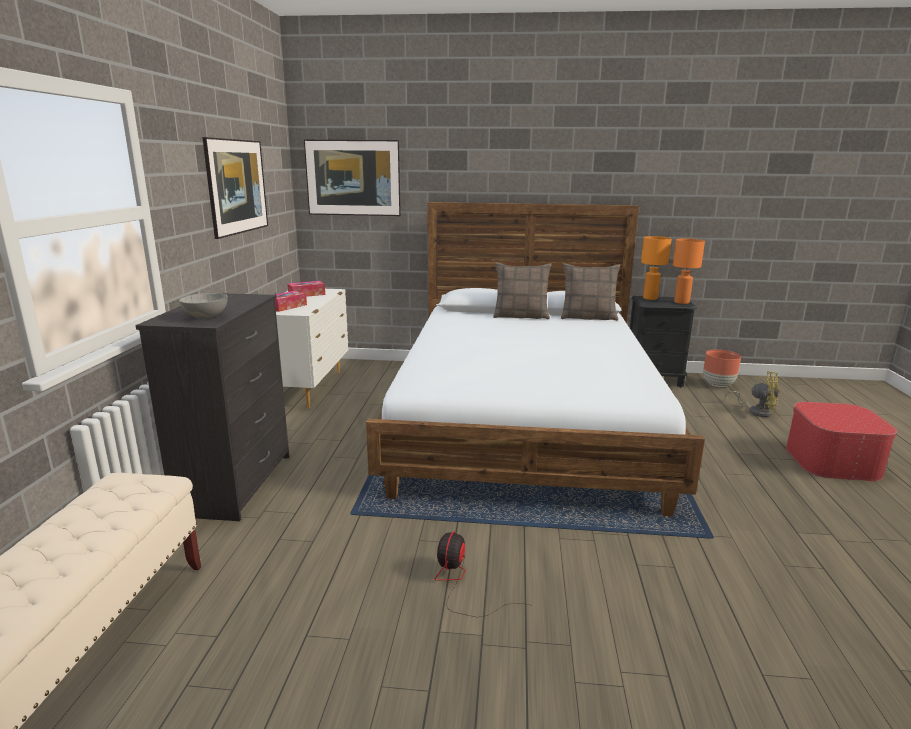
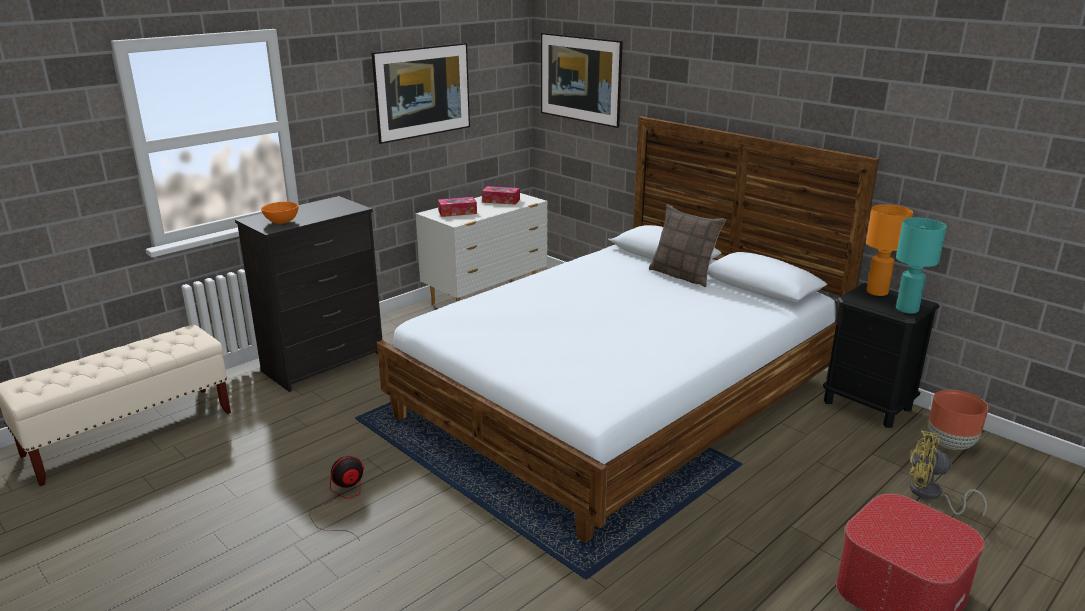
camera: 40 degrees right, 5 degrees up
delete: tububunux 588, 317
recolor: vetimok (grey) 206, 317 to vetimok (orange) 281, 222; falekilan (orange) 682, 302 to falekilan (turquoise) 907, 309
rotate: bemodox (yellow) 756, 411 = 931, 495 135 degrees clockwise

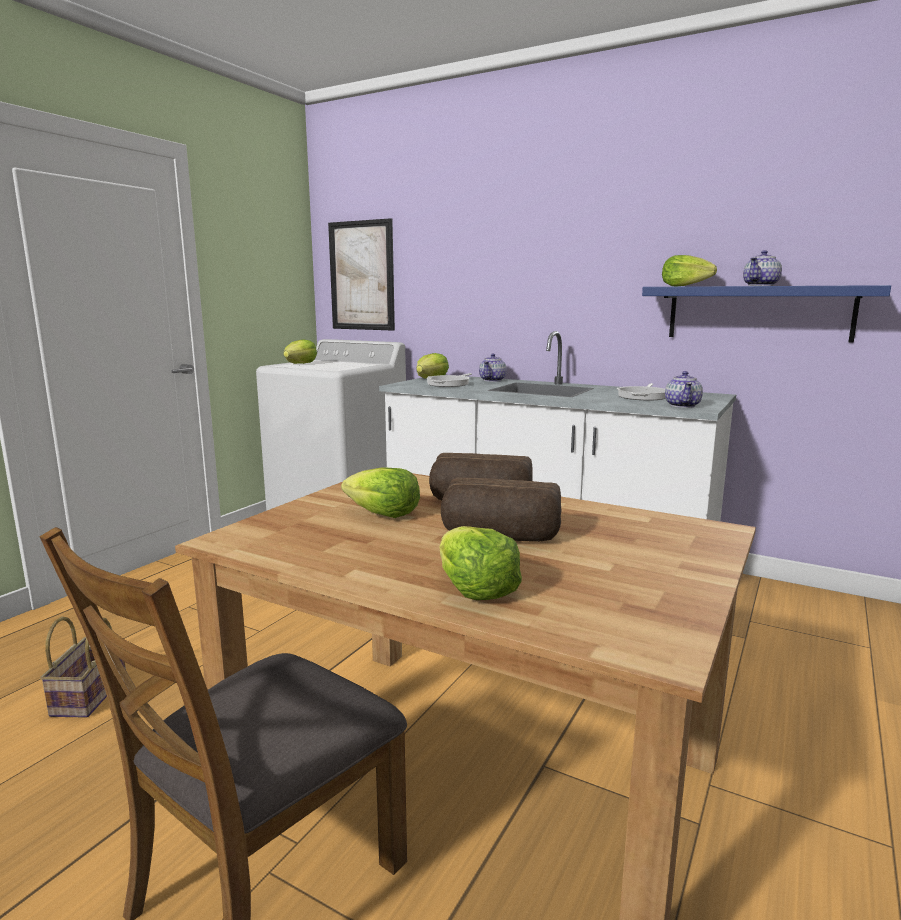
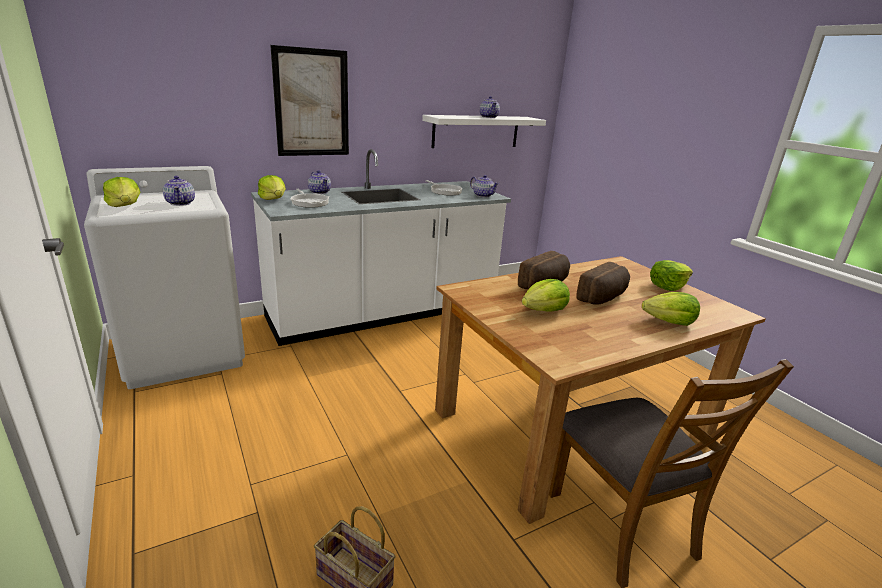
camera: 60 degrees left, 10 degrees up
insert: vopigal 181, 203
move: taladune 362, 276 to 312, 103; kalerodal 685, 286 to 667, 286
recolor: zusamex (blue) 758, 313 to zusamex (white) 476, 131

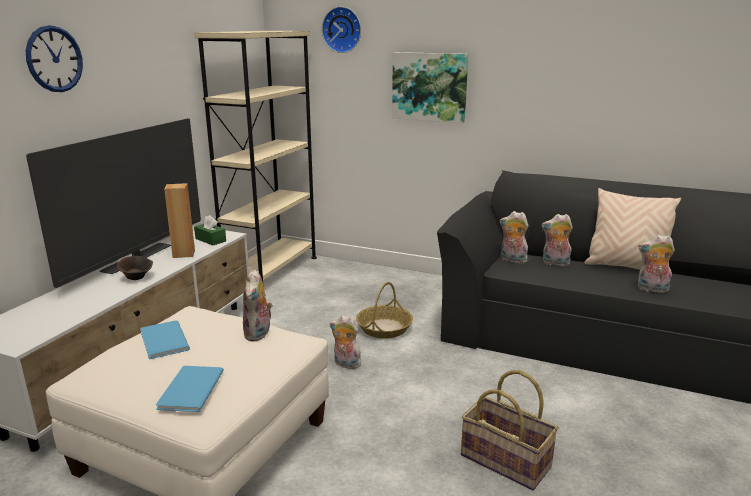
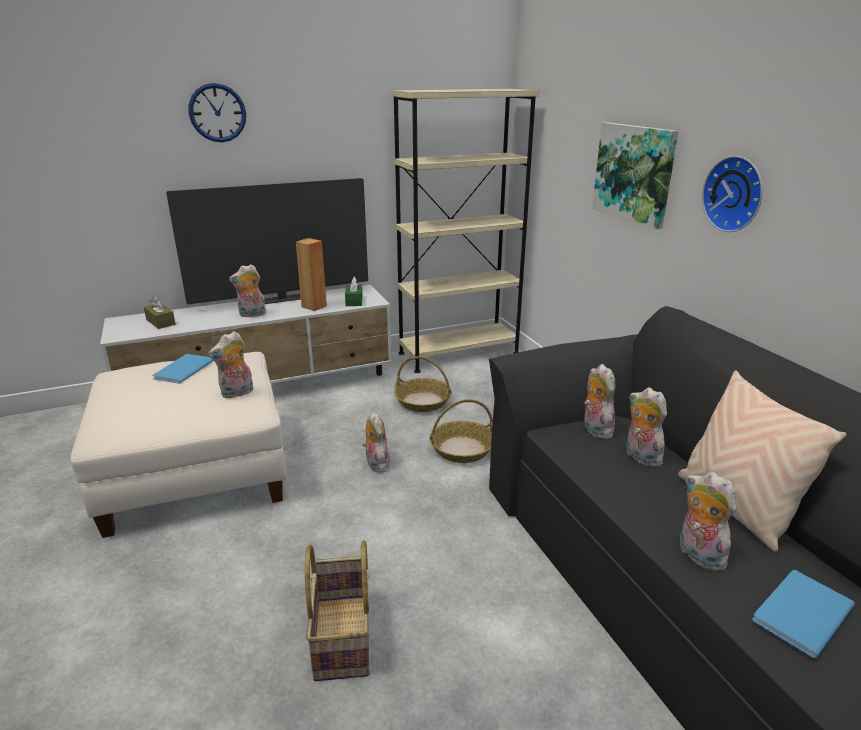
camera: 45 degrees right, 5 degrees up
insert: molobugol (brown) 160, 322; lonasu 423, 401
move: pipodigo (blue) 188, 390 to 798, 613; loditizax 342, 29 to 735, 194
replace: vetimok (brown) 137, 278 to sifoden 252, 315

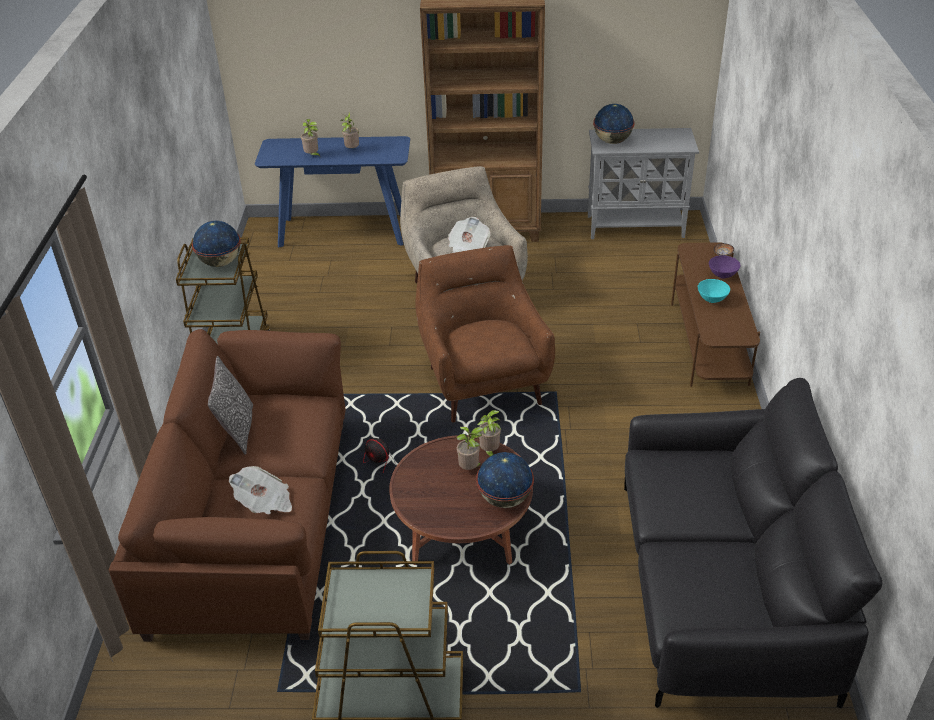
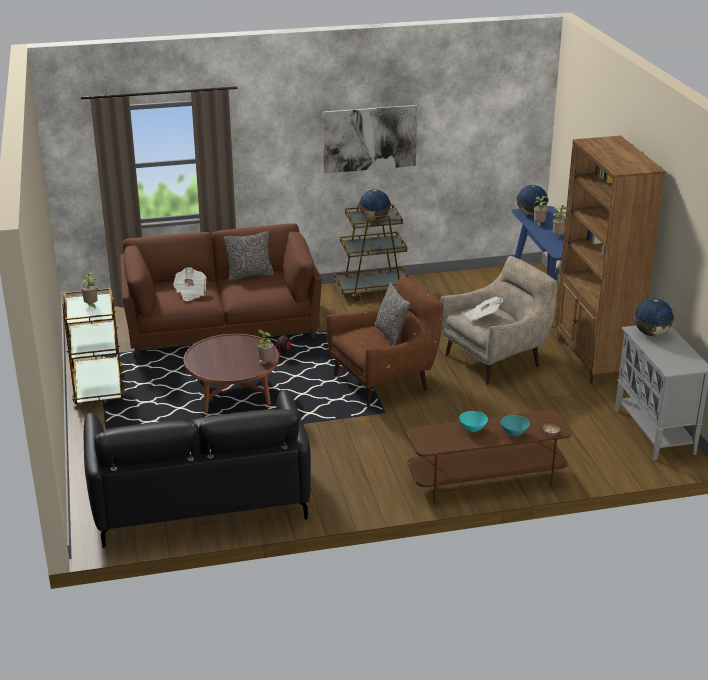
camera: 75 degrees right, 10 degrees down
insert: taladune 369, 138; tububunux 390, 335
move: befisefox 470, 468 to 91, 306; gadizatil 504, 499 to 531, 214
recolor: vetimok (purple) 722, 276 to vetimok (turquoise) 514, 433

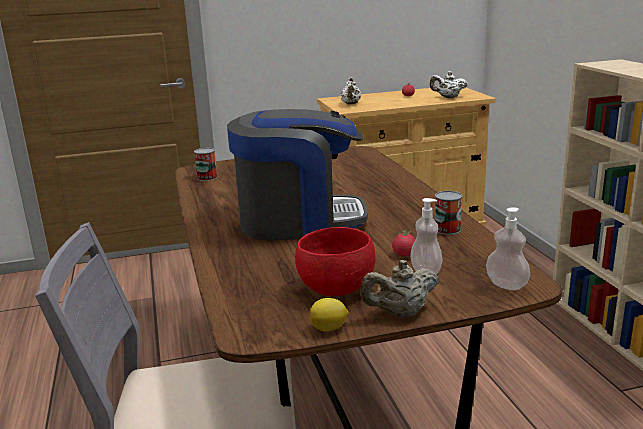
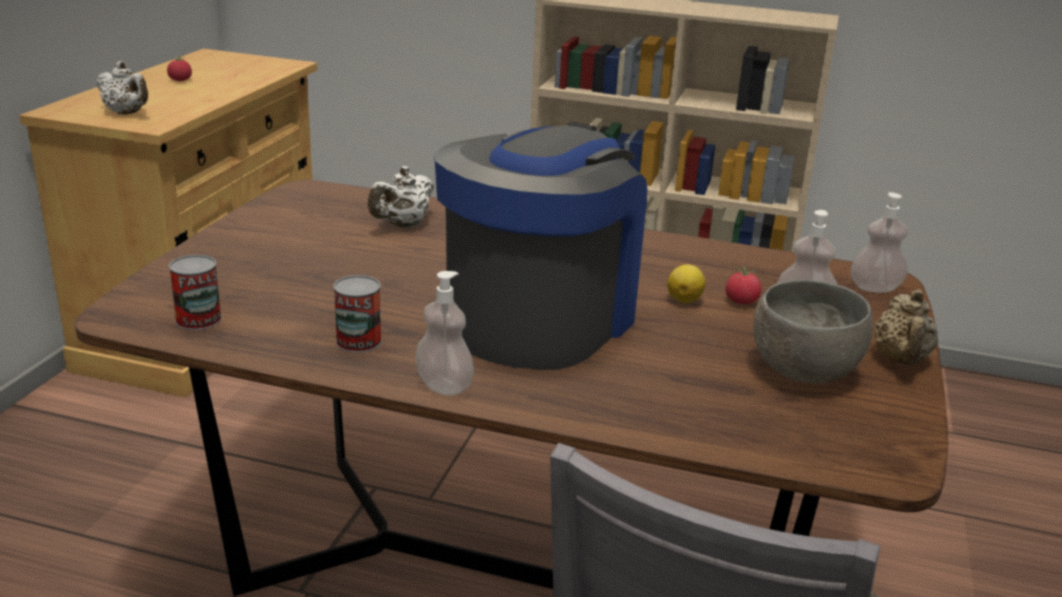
camera: 60 degrees left, 5 degrees up
insert: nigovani 444, 386
move: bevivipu 329, 328 to 685, 299; vopigal (white) 448, 97 to 402, 225; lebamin 447, 229 to 358, 341
recolor: vetimok (red) 336, 289 to vetimok (grey) 802, 371

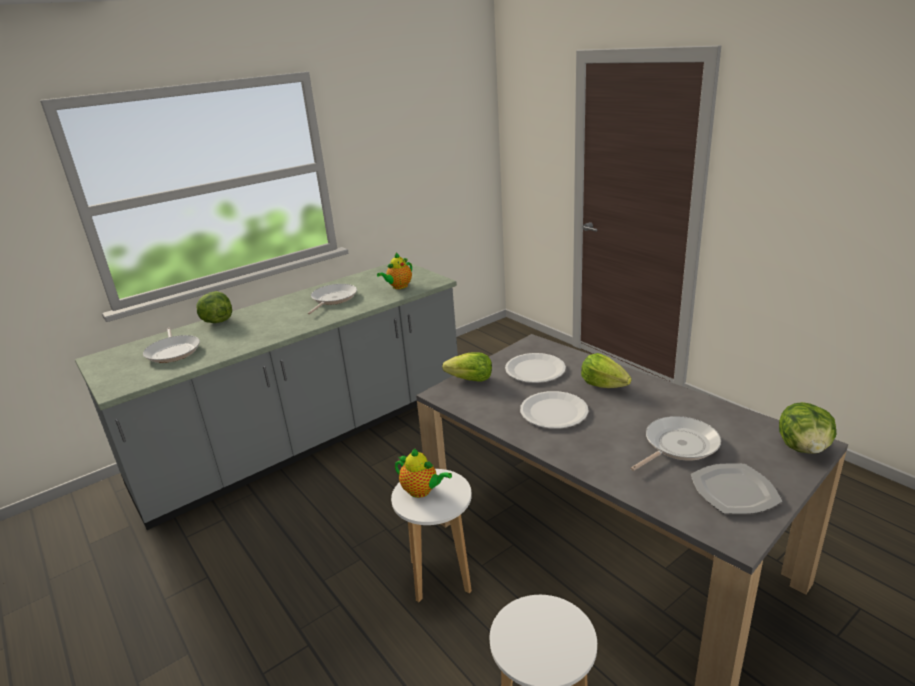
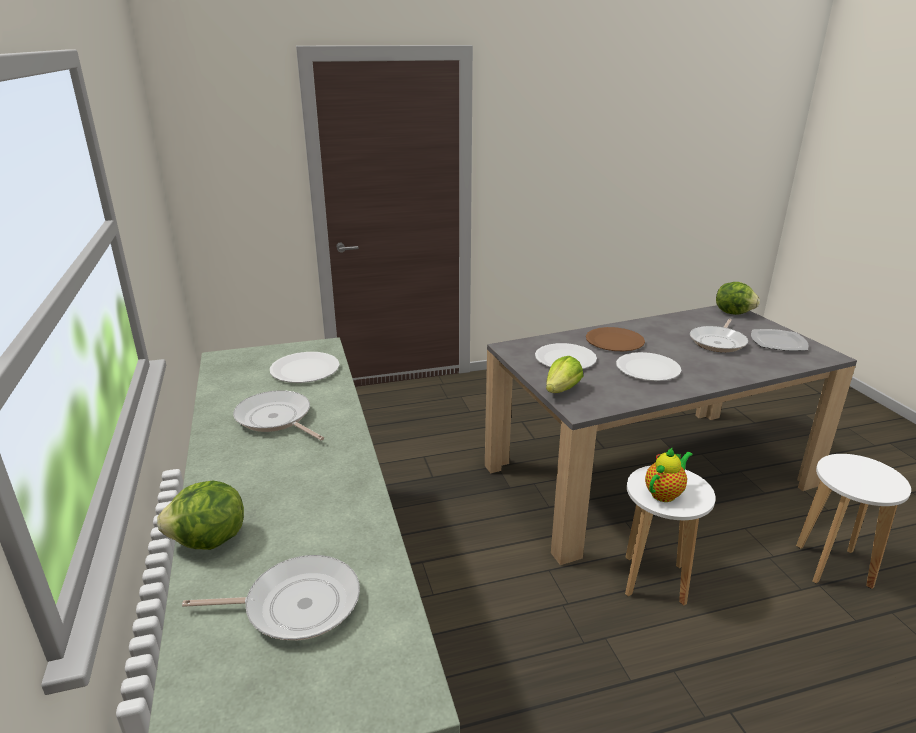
camera: 70 degrees left, 0 degrees up
replace: vopigal 398, 287 to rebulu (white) 304, 369; kalerodal 603, 385 to rebulu (brown) 614, 341
rotate: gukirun 678, 445 = 718, 342 135 degrees counterclockwise

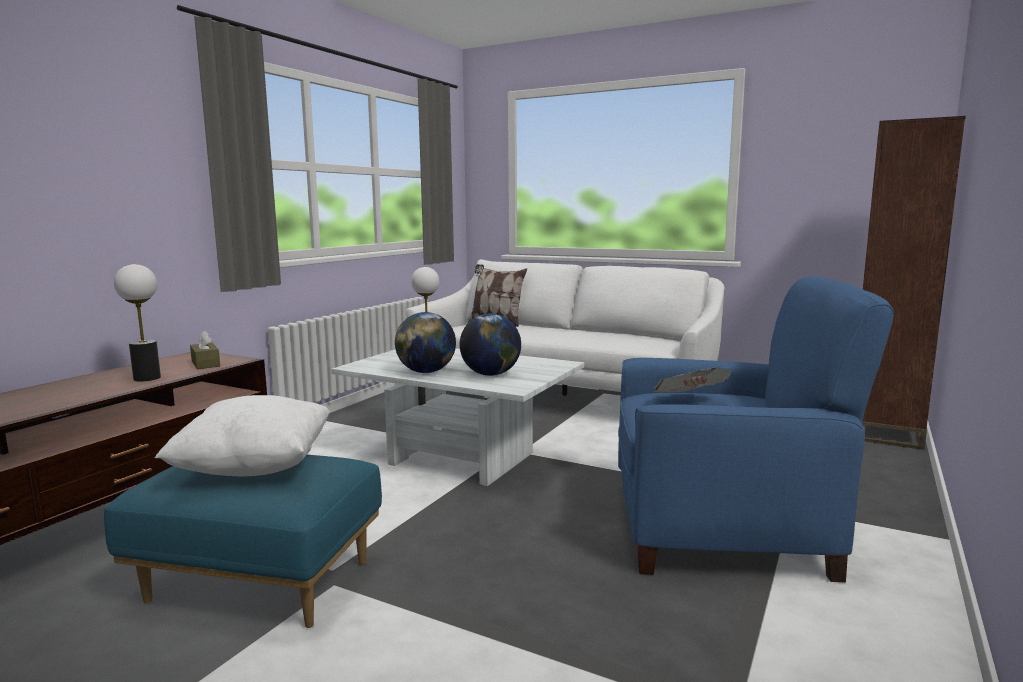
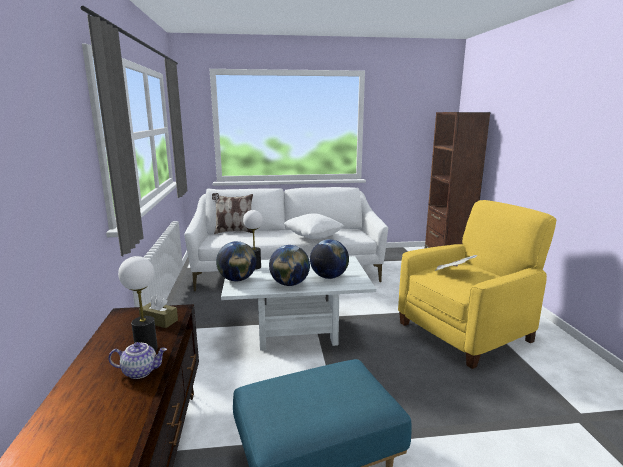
camera: 35 degrees left, 5 degrees up
insert: vopigal 141, 371; gadizatil 237, 279
move: tububunux (white) 255, 467 to 313, 237
recolor: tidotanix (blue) 722, 529 to tidotanix (yellow) 465, 331

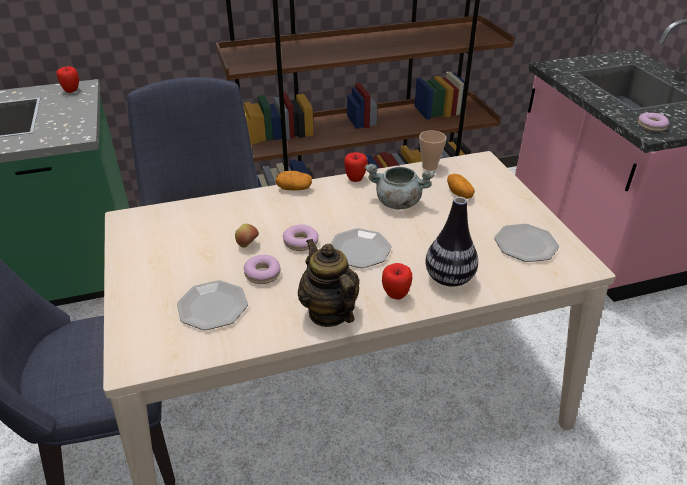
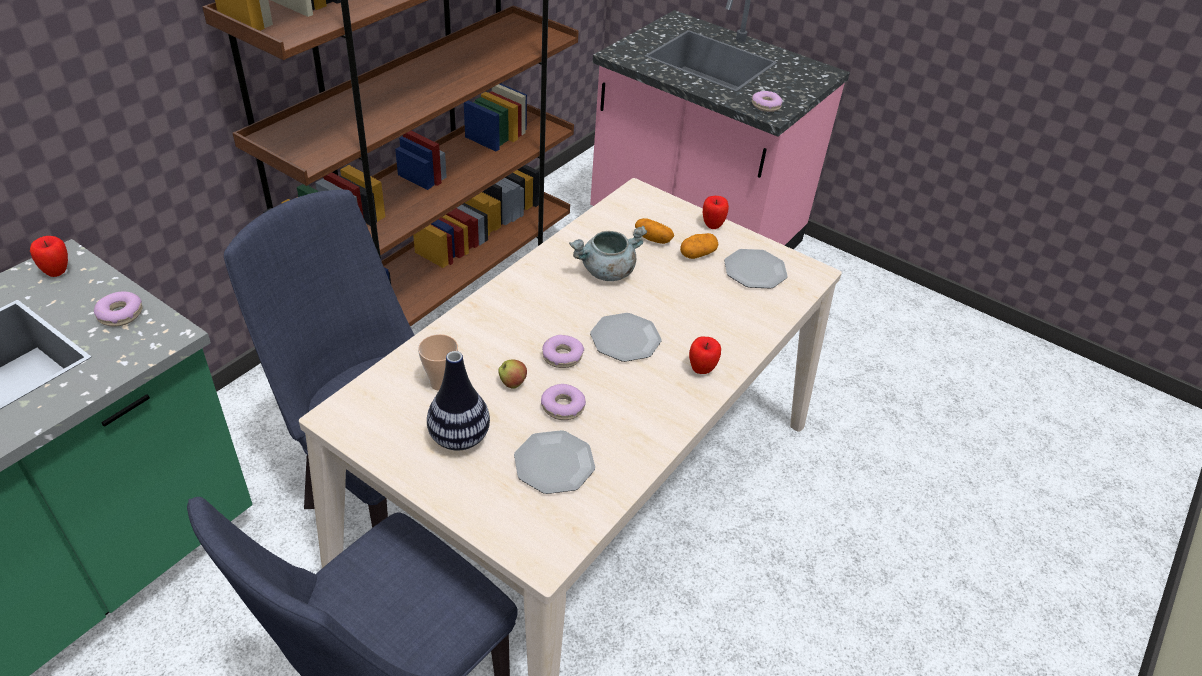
camera: 40 degrees left, 5 degrees up
delete: vopigal 329, 312
insert: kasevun 120, 314
move: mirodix 294, 188 to 697, 254; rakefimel 355, 179 to 712, 225; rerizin 429, 166 to 441, 383; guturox 449, 278 to 459, 437

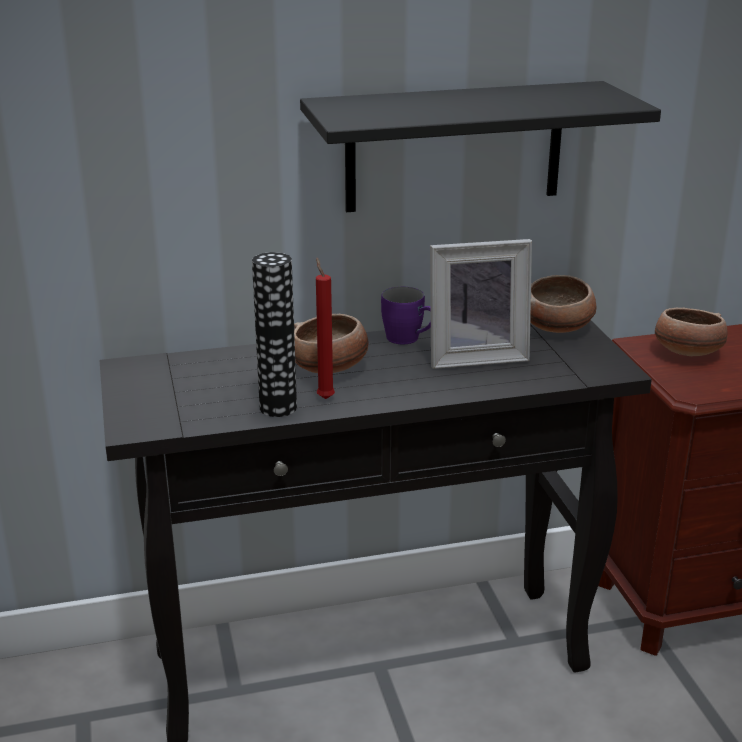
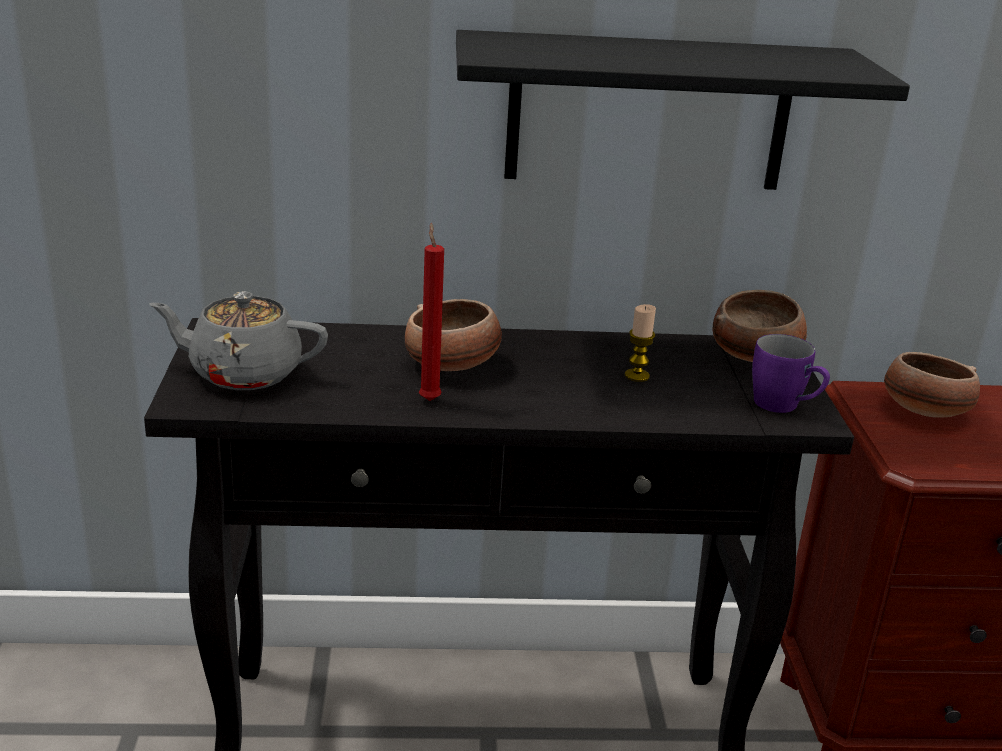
camera: 10 degrees right, 0 degrees up
delete: guturox 278, 408
insert: vopigal (grey) 243, 373
move: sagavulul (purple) 409, 339 to 785, 407
replace: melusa 475, 356 to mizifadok 637, 376

